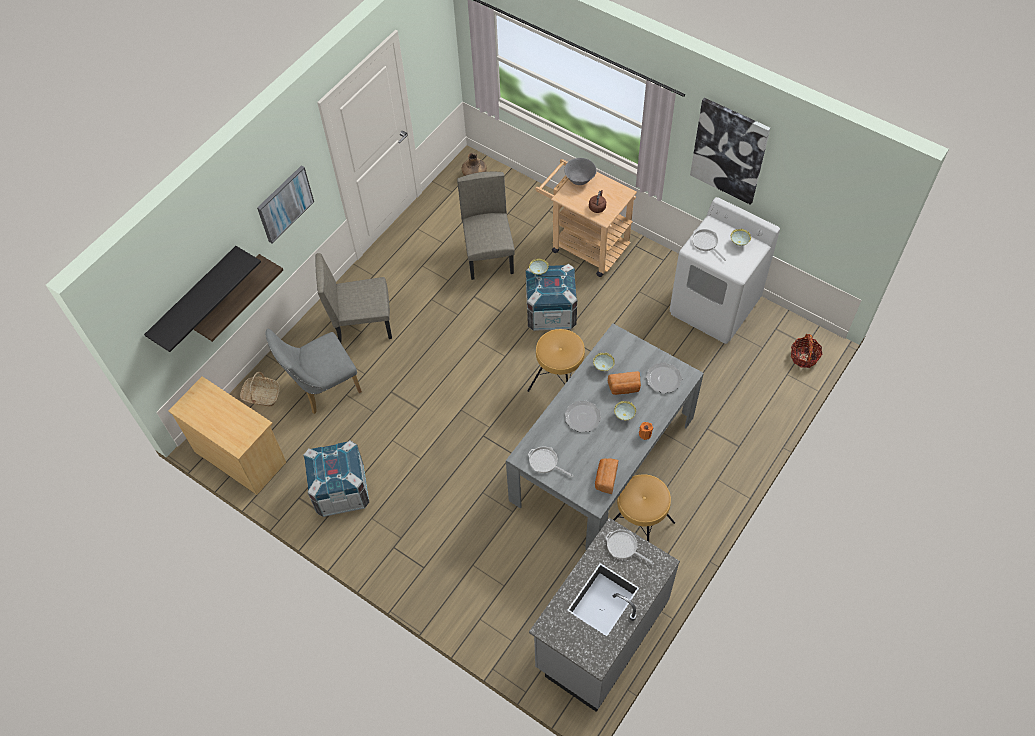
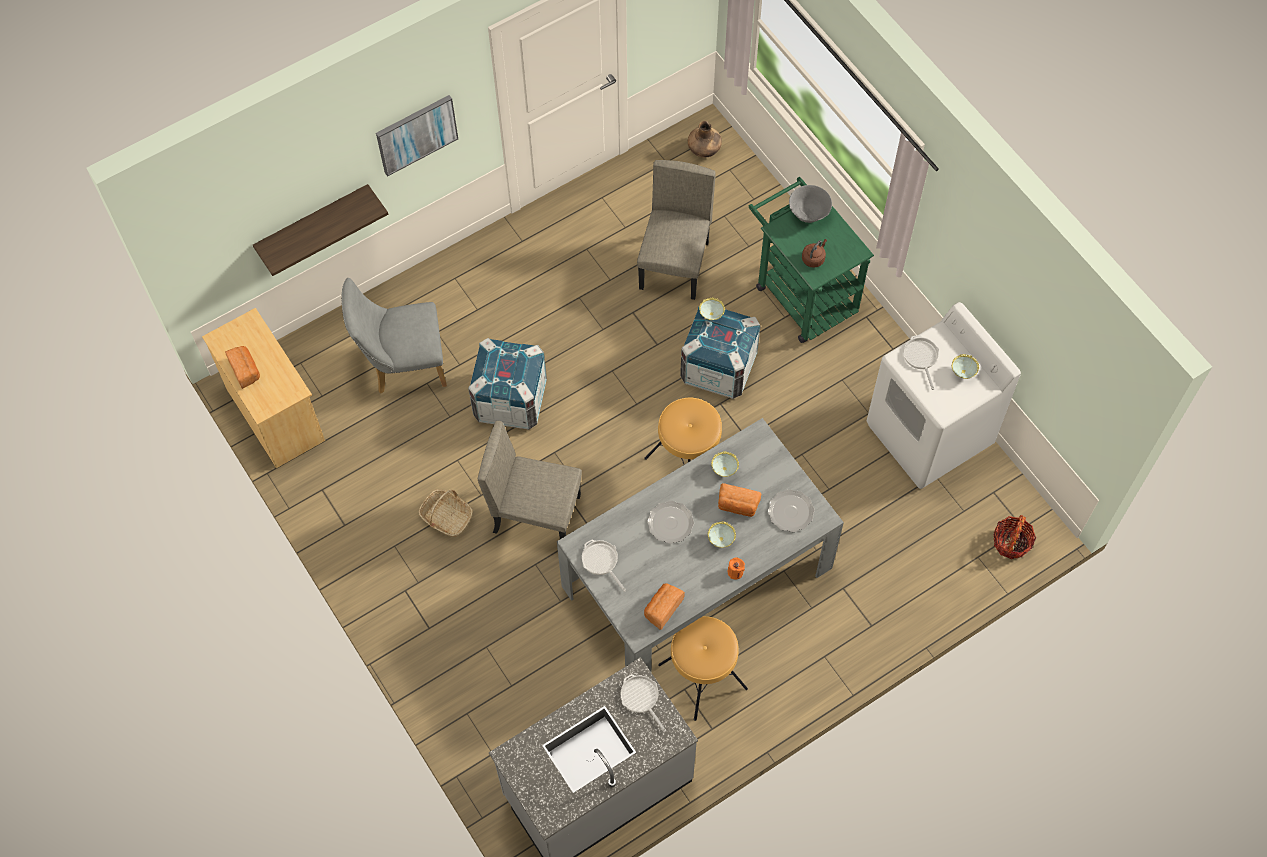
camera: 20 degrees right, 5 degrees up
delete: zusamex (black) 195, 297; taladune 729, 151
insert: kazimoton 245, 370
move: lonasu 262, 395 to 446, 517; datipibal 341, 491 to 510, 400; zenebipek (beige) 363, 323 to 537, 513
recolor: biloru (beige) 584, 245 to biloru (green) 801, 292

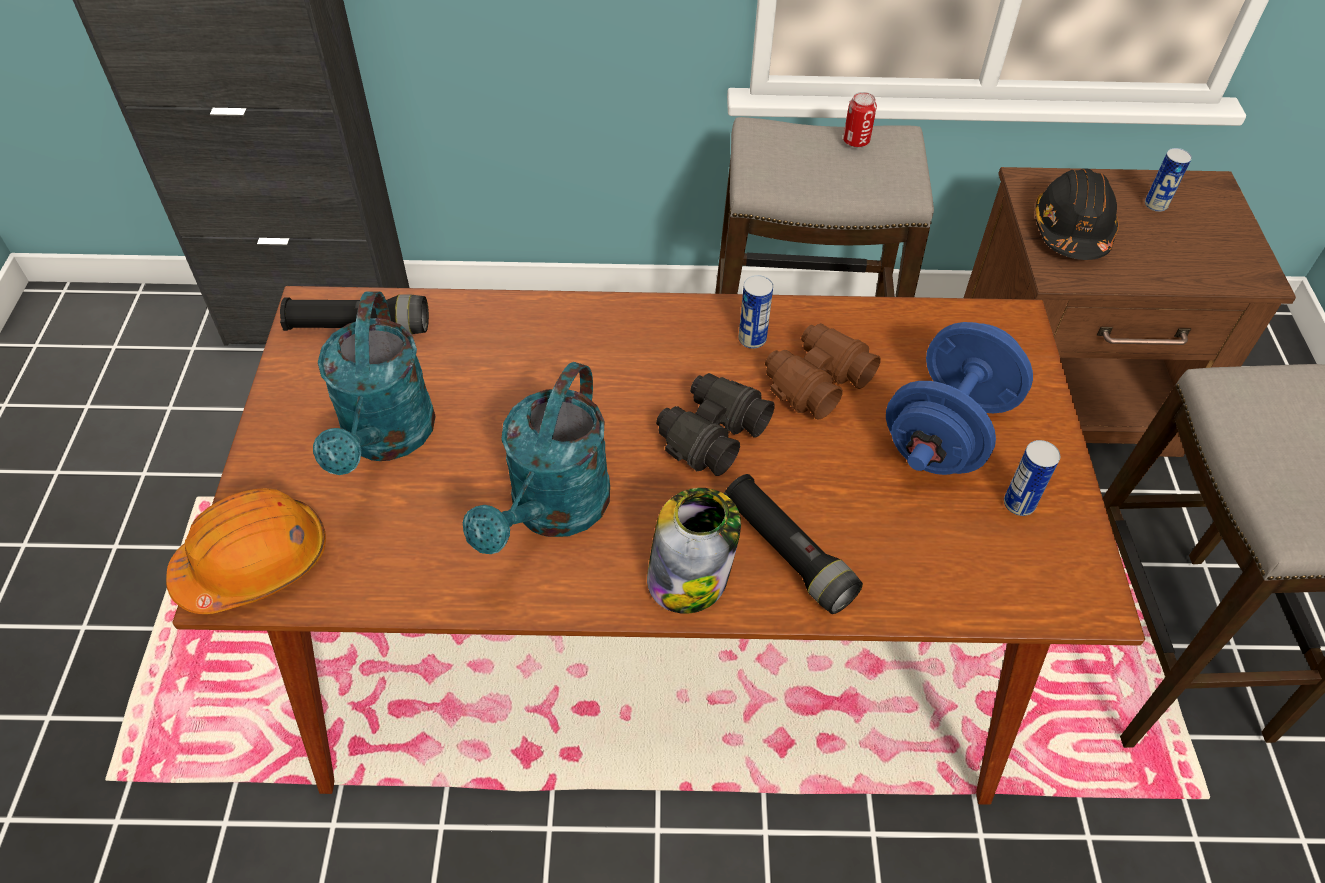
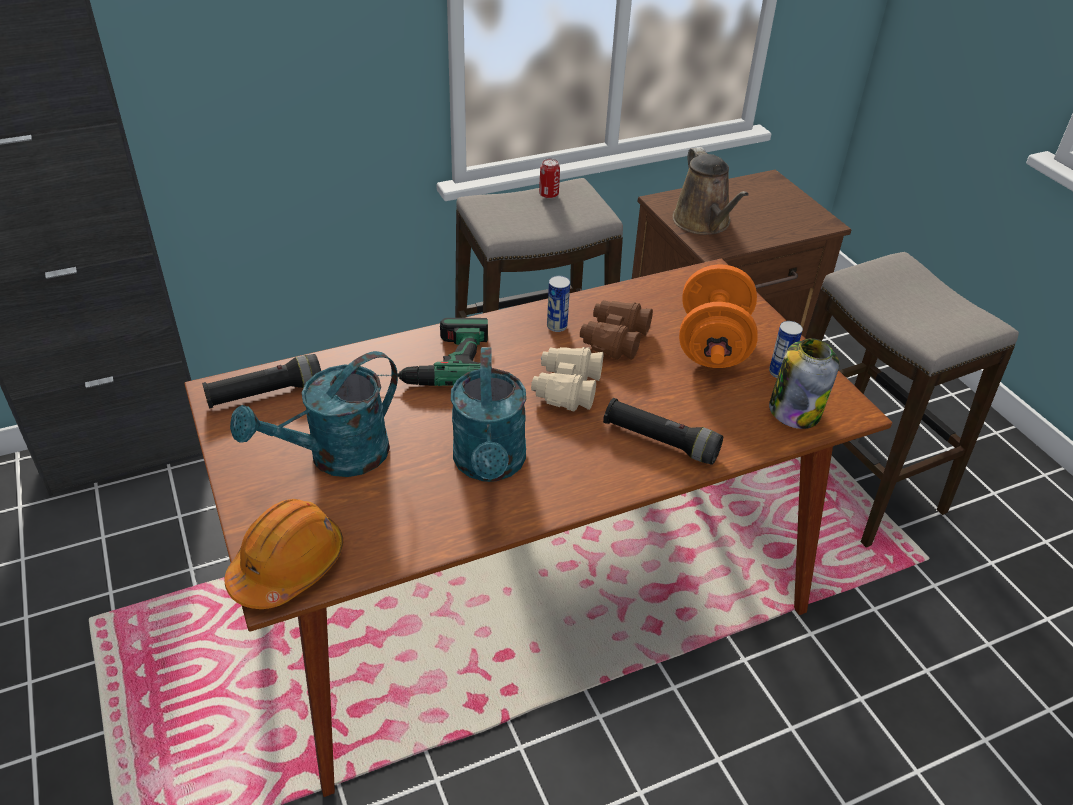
camera: 25 degrees left, 10 degrees down
delete: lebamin 1155, 205
insert: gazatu 435, 362
move: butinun 689, 577 to 794, 410
replace: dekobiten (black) 1071, 230 to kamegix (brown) 704, 223
recolor: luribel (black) 710, 434 to luribel (beige) 566, 388; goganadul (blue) 947, 432 to goganadul (orange) 713, 345
rotate: kamegix (turquoise) 386, 439 = 336, 457 75 degrees clockwise

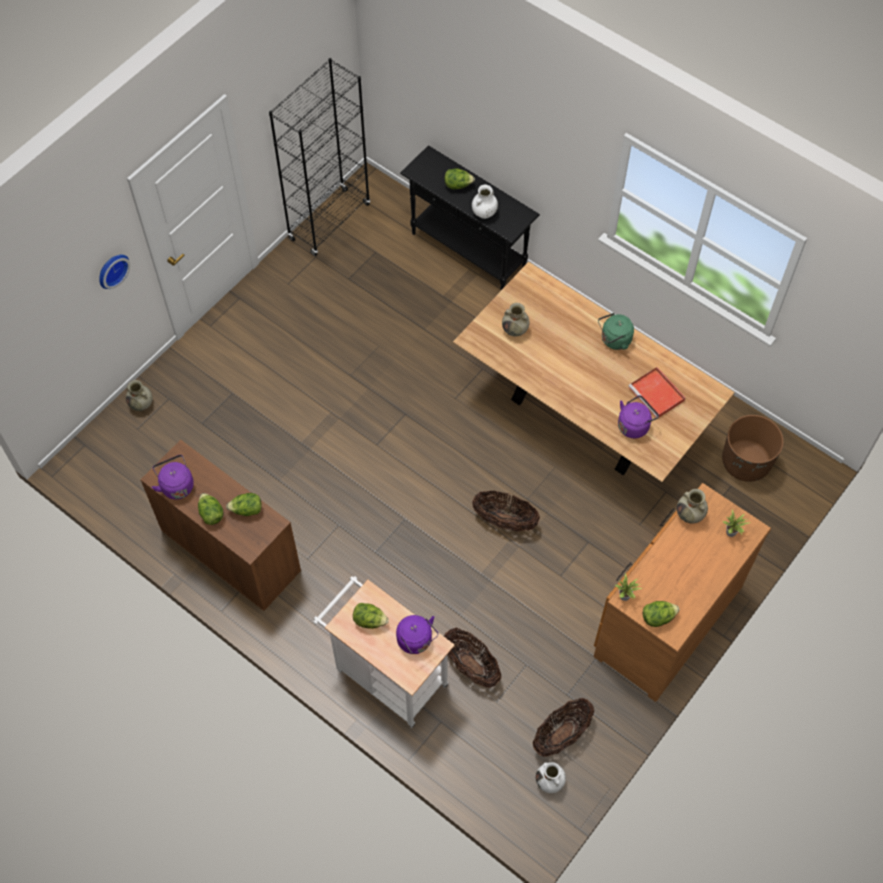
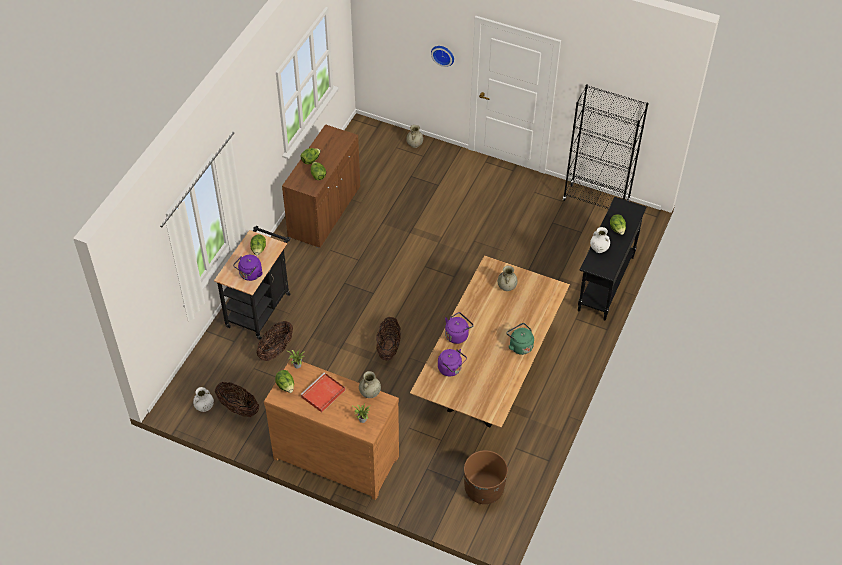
camera: 75 degrees right, 10 degrees down
move: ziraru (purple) 176, 485 to 457, 335; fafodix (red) 657, 394 to 322, 394
recolor: biloru (white) 386, 674 to biloru (black) 260, 307

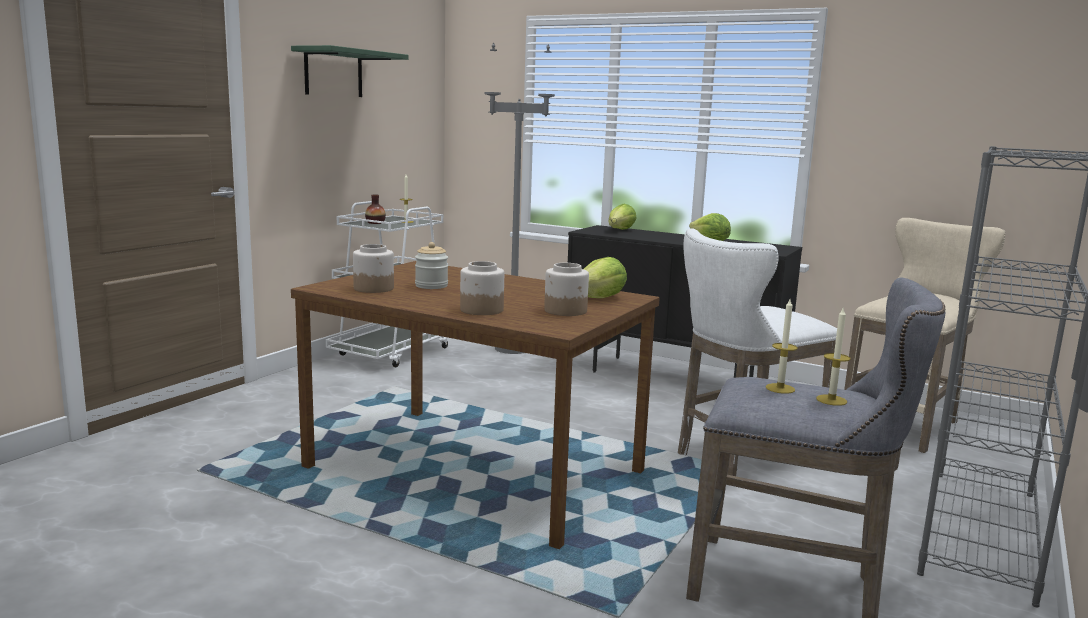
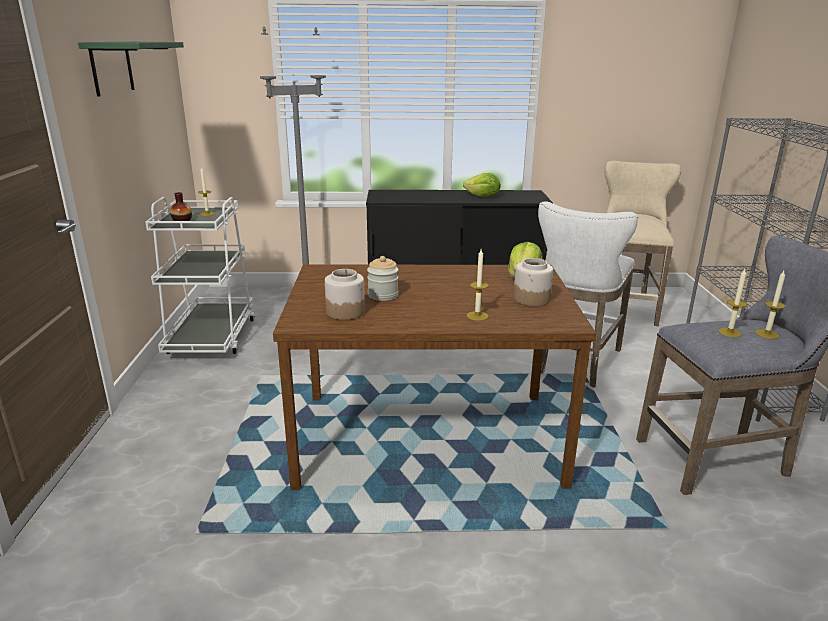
camera: 30 degrees left, 10 degrees up
delete: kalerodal 620, 230
replace: butinun 481, 310 to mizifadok 477, 316

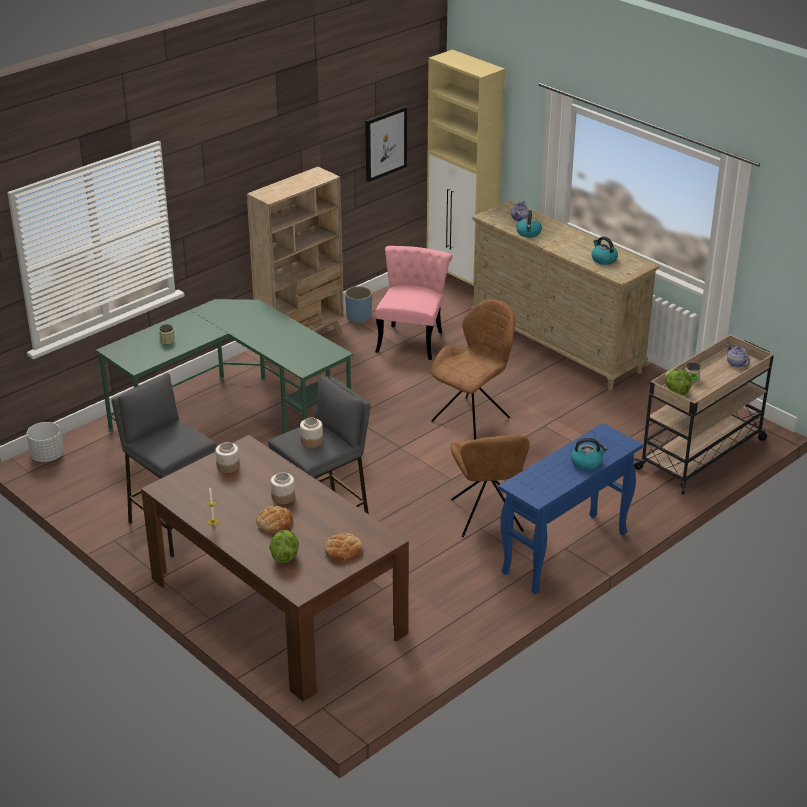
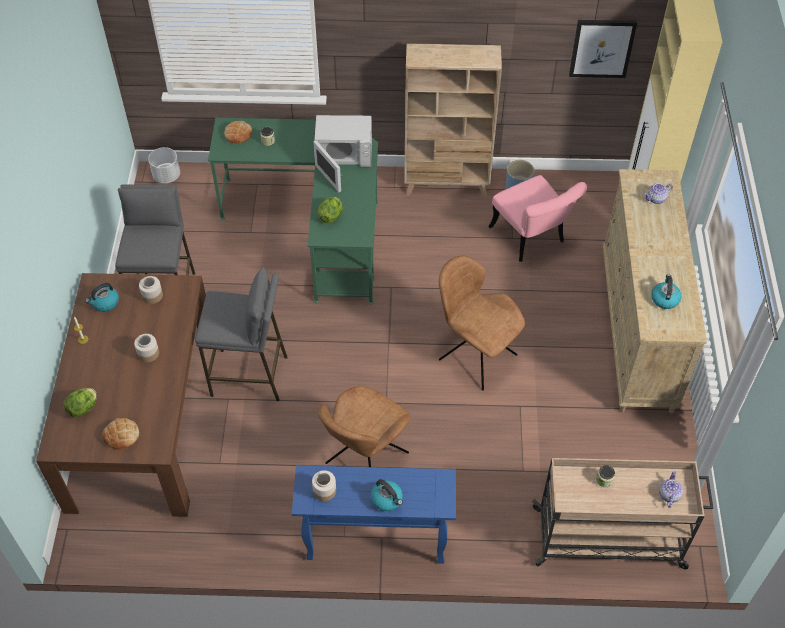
camera: 45 degrees right, 20 degrees up
insert: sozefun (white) 342, 155
move: kazimoton 274, 522 to 238, 134; butinun 311, 441 to 325, 490; ziraru 529, 233 to 105, 303; kalerodal 676, 391 to 331, 216
rotate: zenebipek (pink) 412, 338 = 531, 239 90 degrees clockwise; zenebipek (brown) 472, 418 = 475, 355 135 degrees counterclockwise

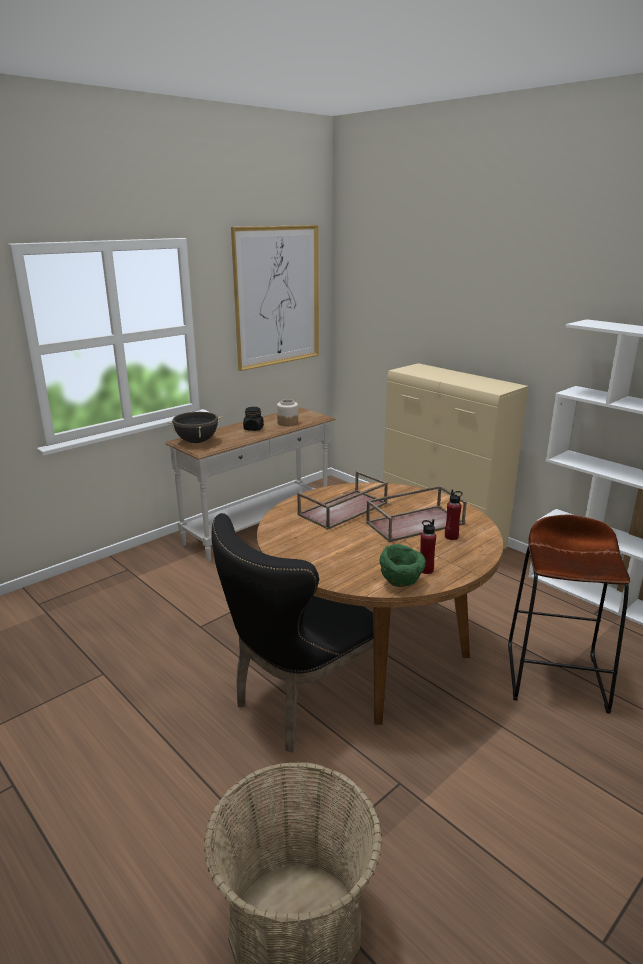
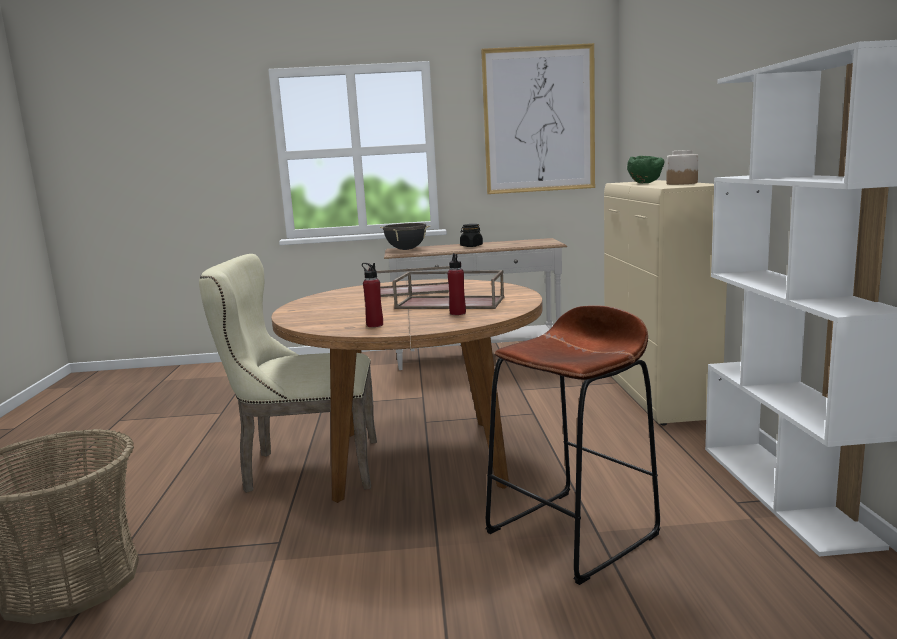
camera: 40 degrees right, 10 degrees down
move: butinun 287, 423 to 681, 183; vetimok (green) 401, 583 to 645, 183
recolor: zenebipek (black) 300, 703 to zenebipek (beige) 303, 468

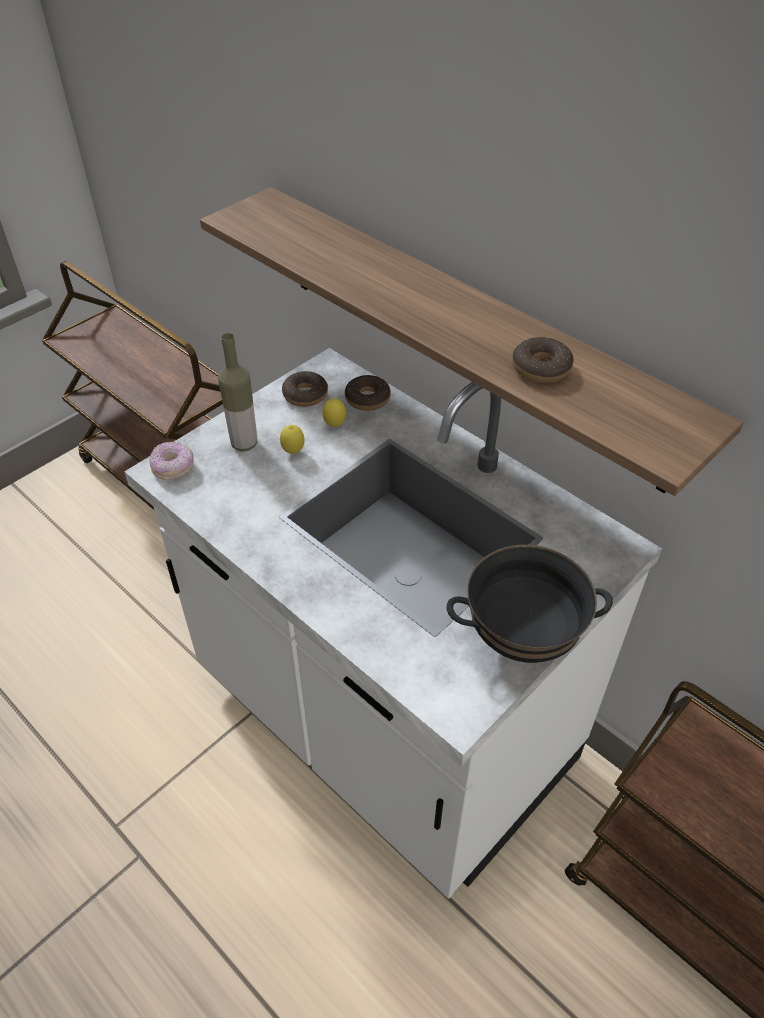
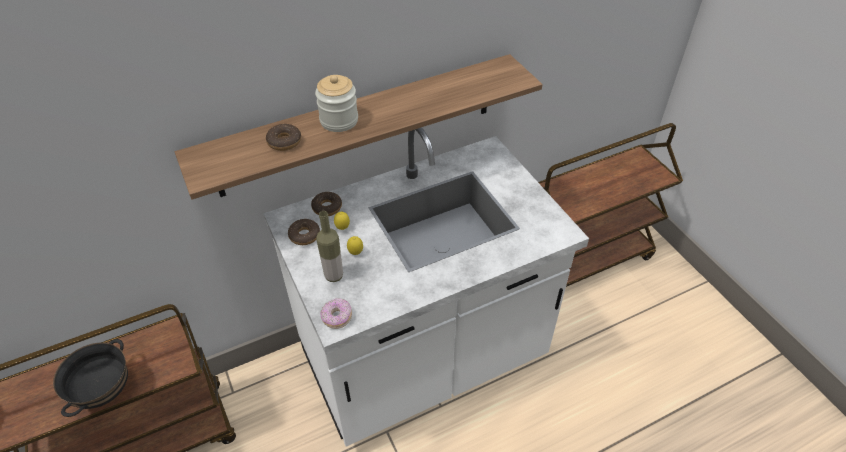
camera: 70 degrees left, 0 degrees up
insert: butinun 339, 120
move: vetimok (black) 522, 638 to 105, 392; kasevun 541, 368 to 284, 141

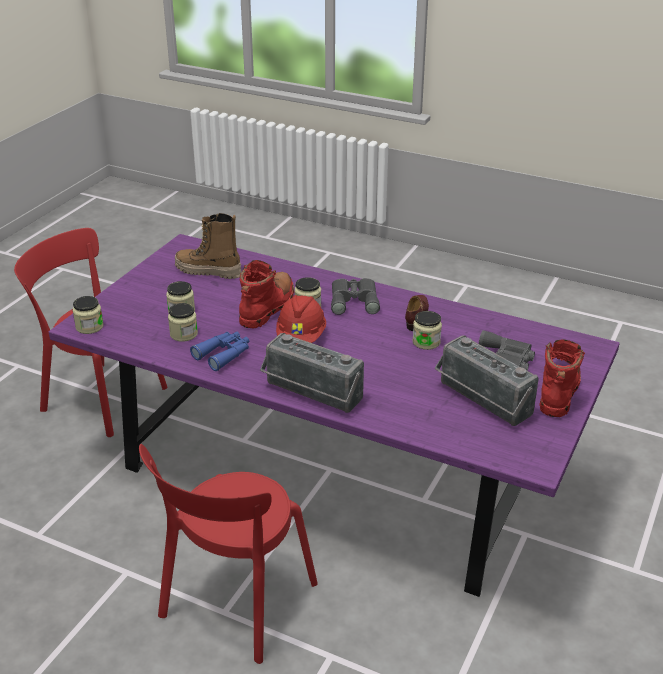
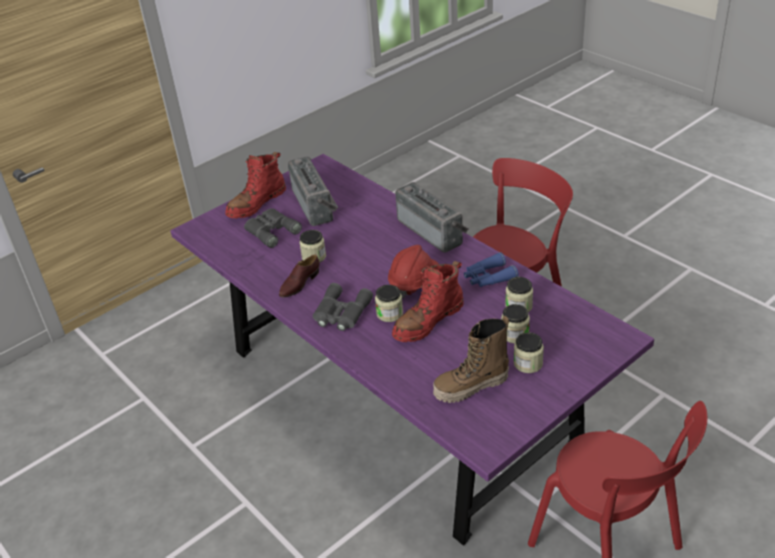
camera: 155 degrees left, 5 degrees up
move: butinun 89, 327 to 528, 363
rotate: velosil 208, 271 = 471, 387 120 degrees clockwise

